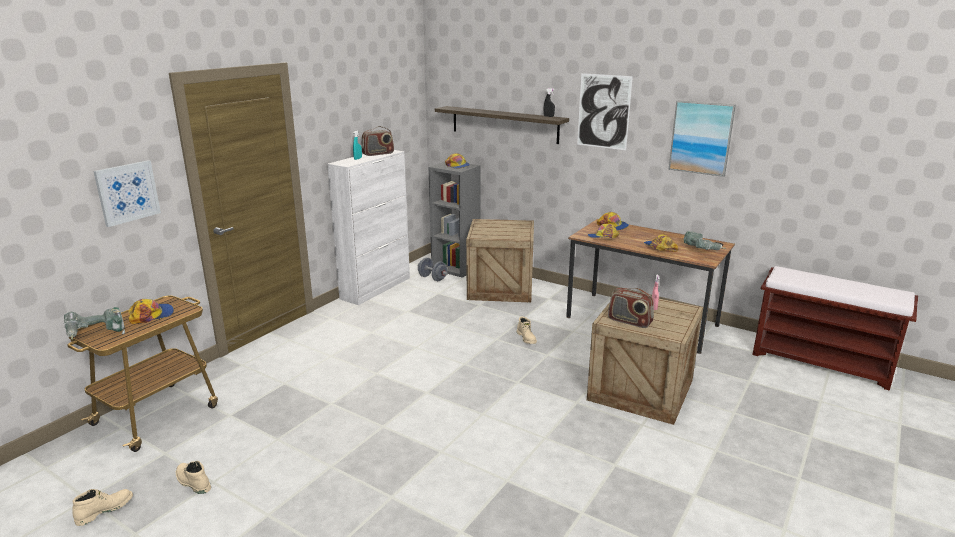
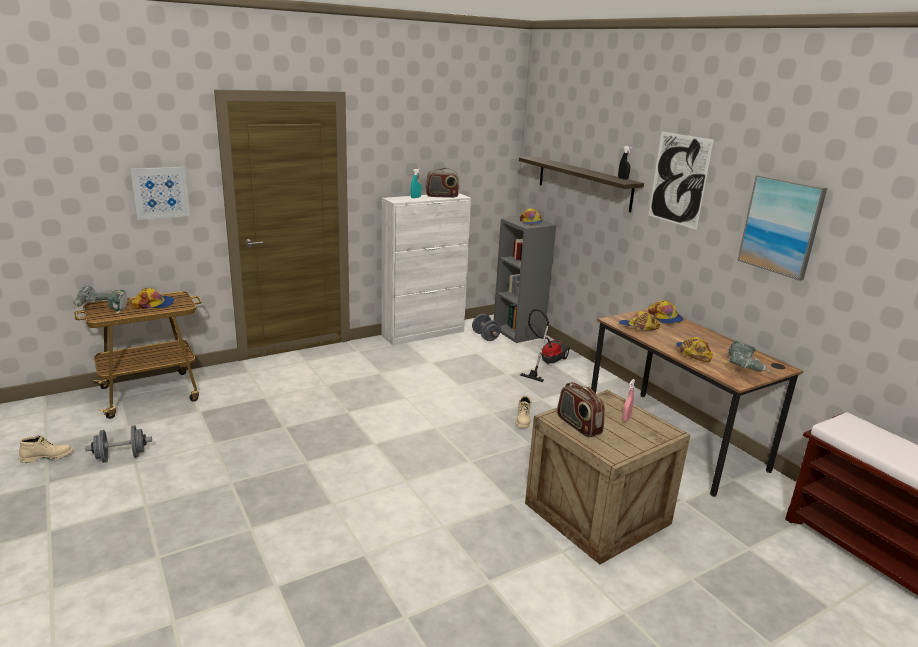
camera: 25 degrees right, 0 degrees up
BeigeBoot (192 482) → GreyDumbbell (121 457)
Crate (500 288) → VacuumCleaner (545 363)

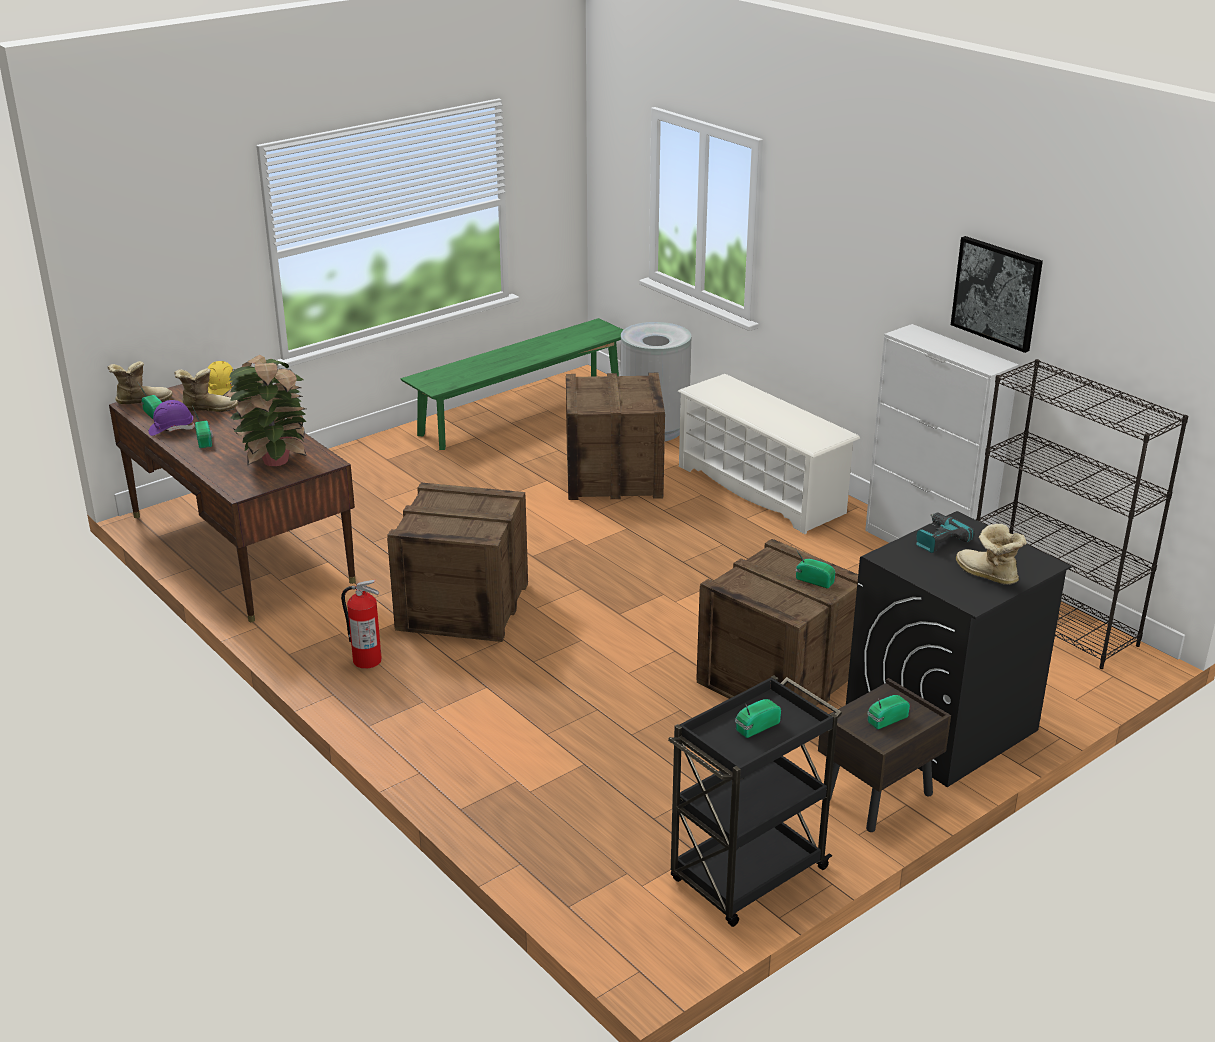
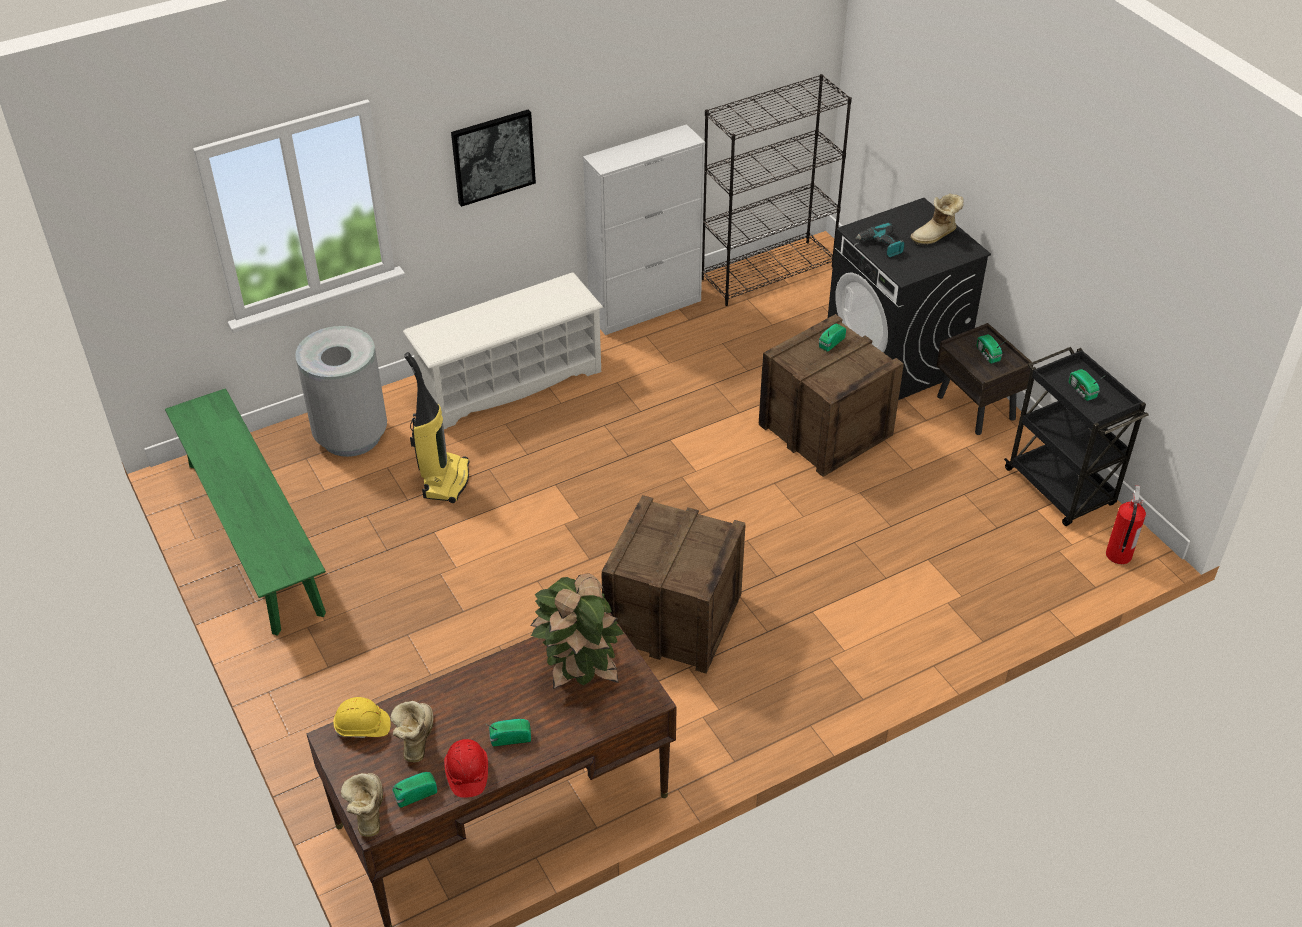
camera: 80 degrees left, 15 degrees up
PurpleHardHat (171 429) → RedHardHat (467 773)
FireExtinguisher (366 660) → FireExtinguisher (1118 555), move
Crate (614 476) → VacuumCleaner (445 480)
Picture (997 293) → Picture (493 156), move

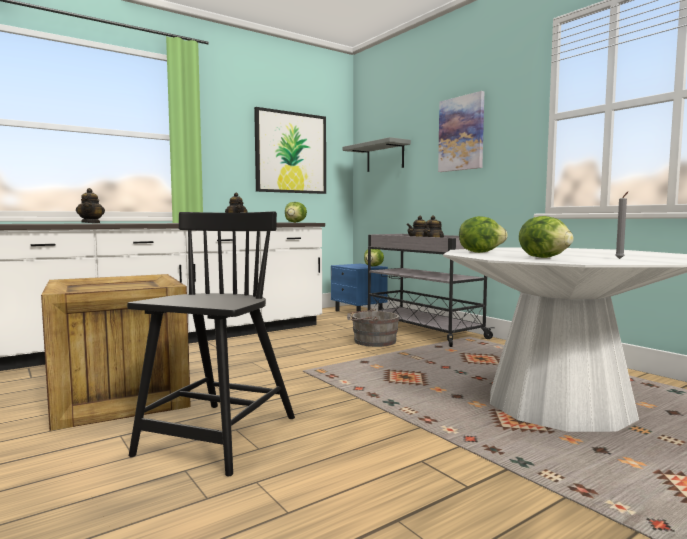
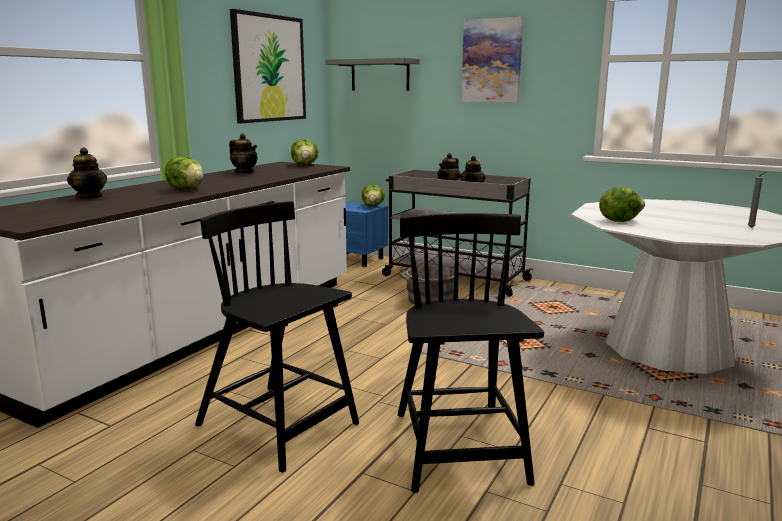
camera: 25 degrees left, 10 degrees up
Crate (121 396) → BlackChair (279 426)
Lettuce (545 257) → Lettuce (187 189), move

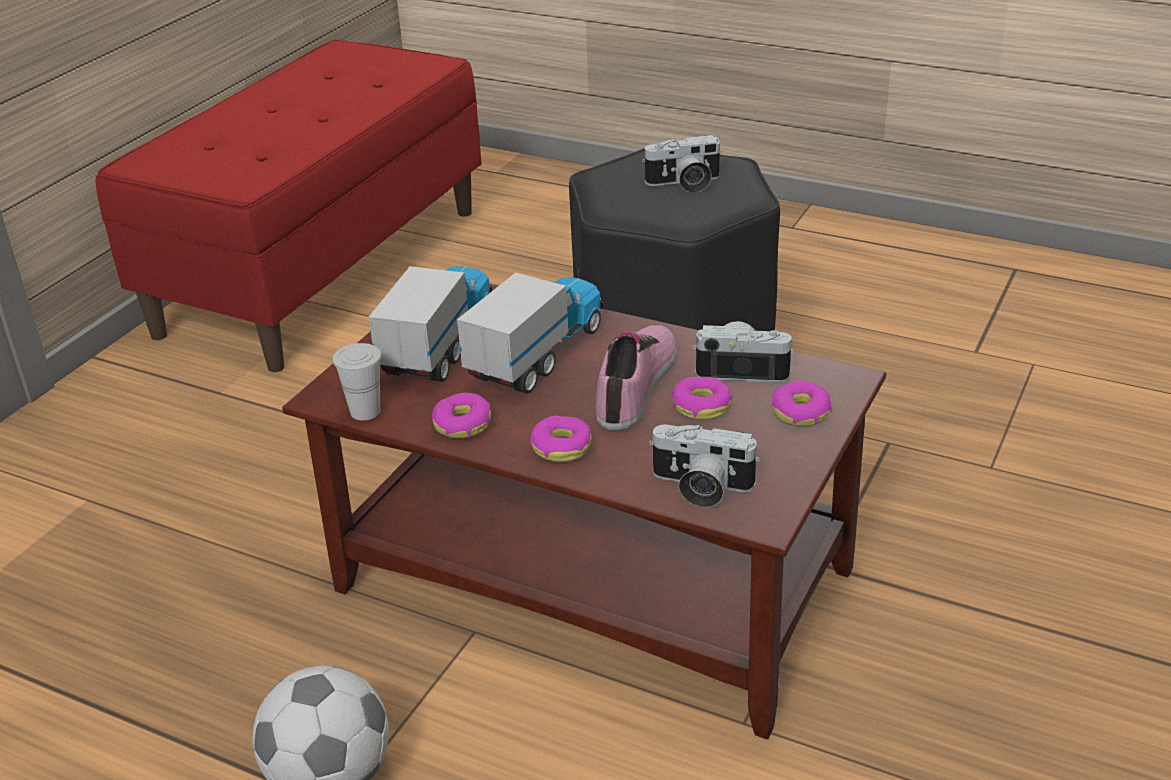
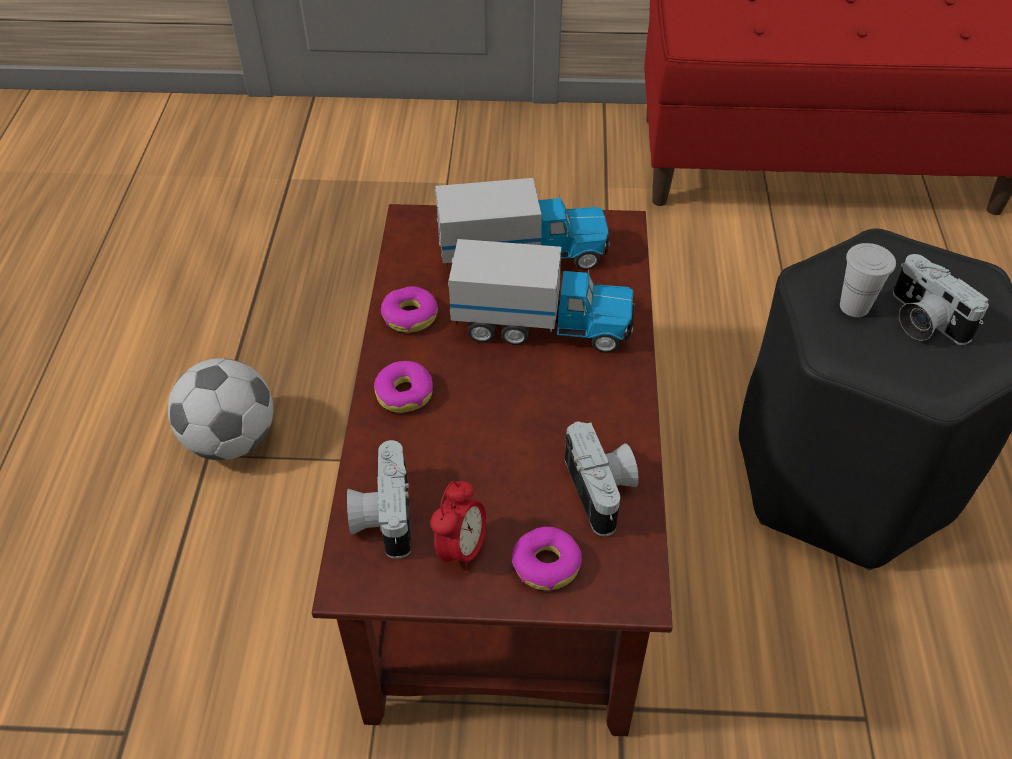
camera: 65 degrees right, 15 degrees up
WhiteCup (365 411) → WhiteCup (854 306), move
Shoe (637 385) → -
Donut (701 406) → -
- → AlarmClock (461 549)

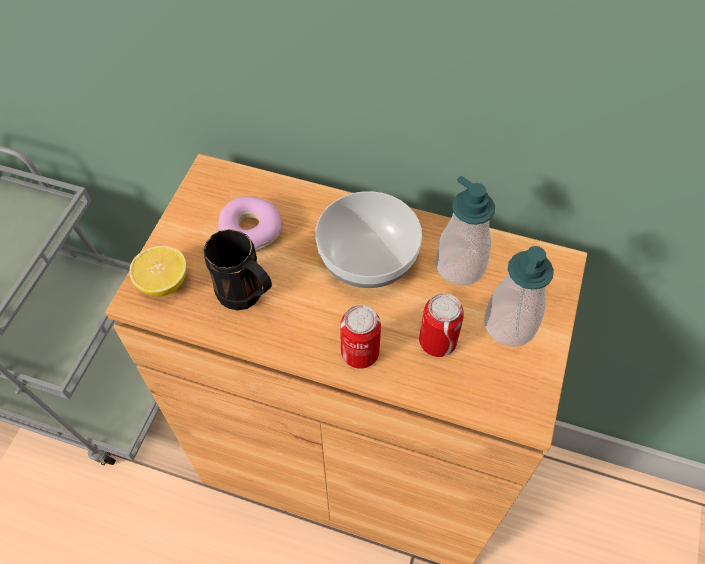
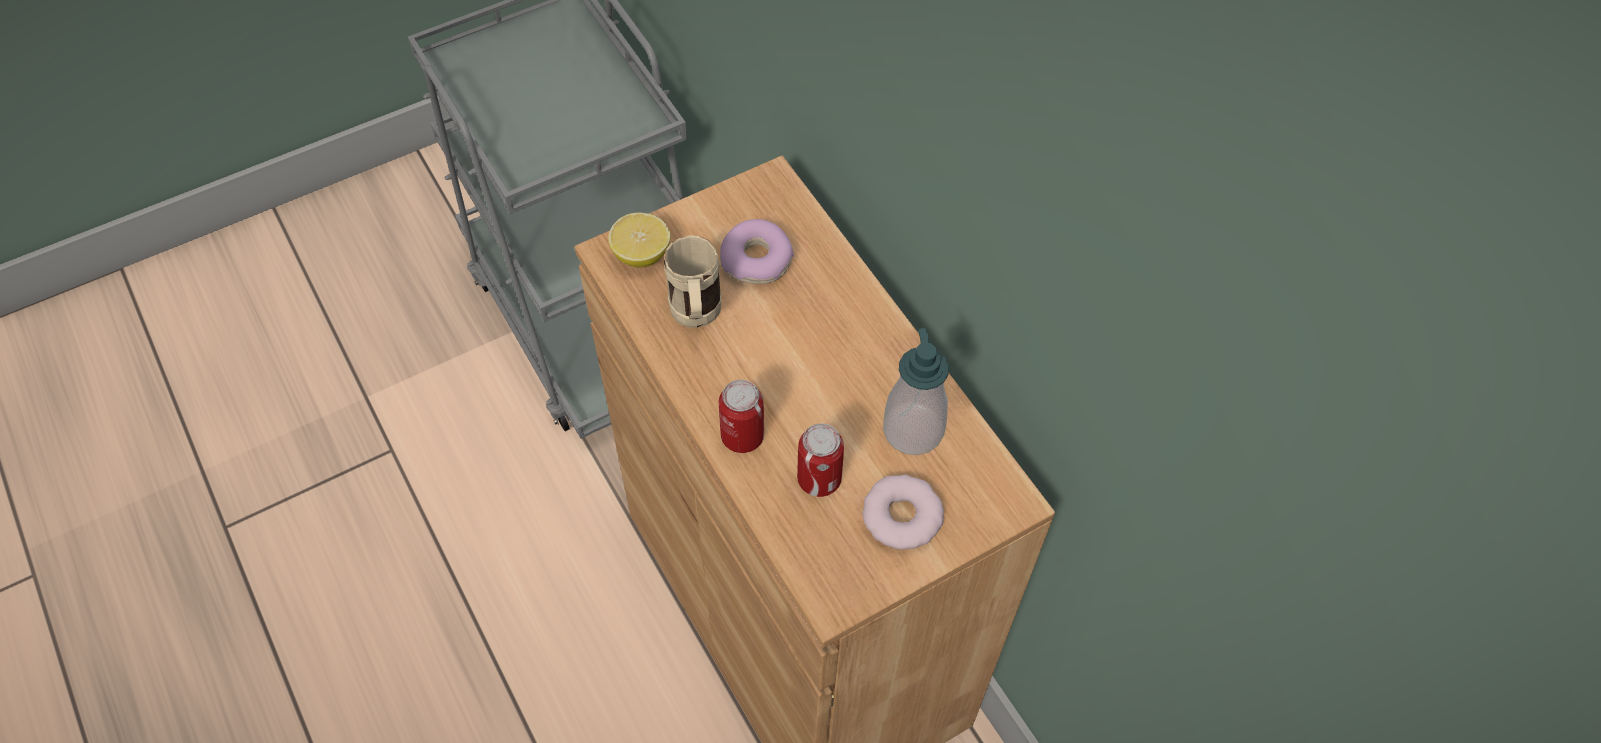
camera: 40 degrees right, 0 degrees up
BlackMug (247 298) → BeigeMug (696 318)
Bowl (369 261) → -
SoapDispenser (510 324) → Donut (901 516)

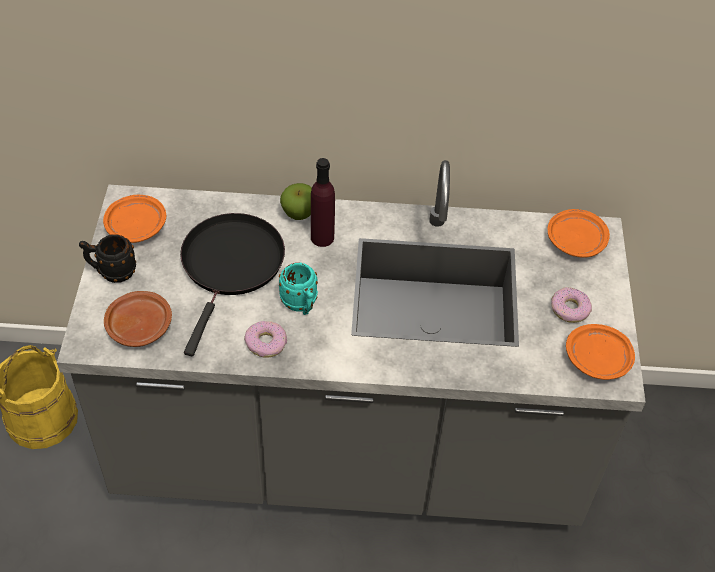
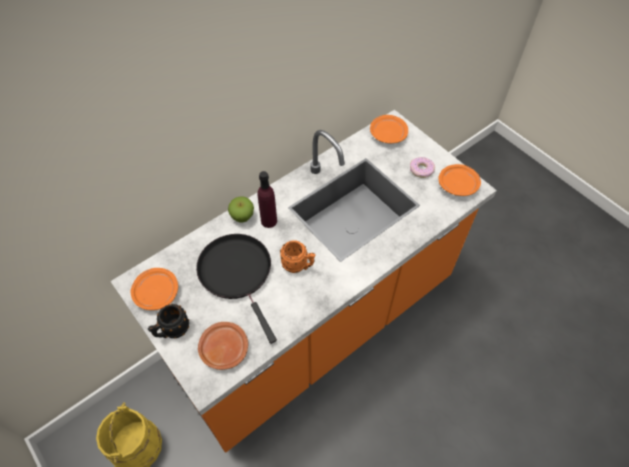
camera: 40 degrees left, 5 degrees up
GreyCounter (349 450) → OrangeCounter (314 324)
Donut (266 343) → -
TurquoiseMug (301 305) → OrangeMug (298 266)

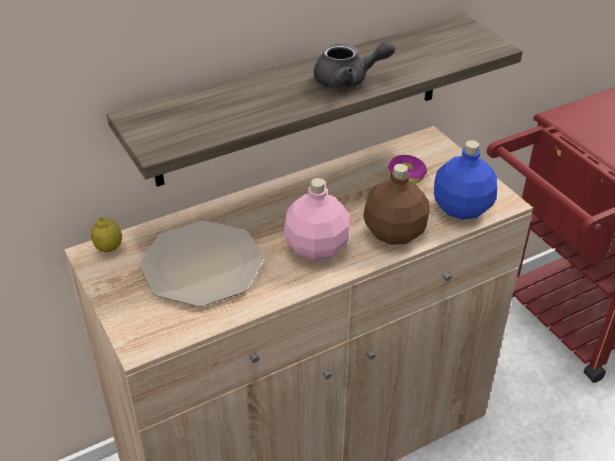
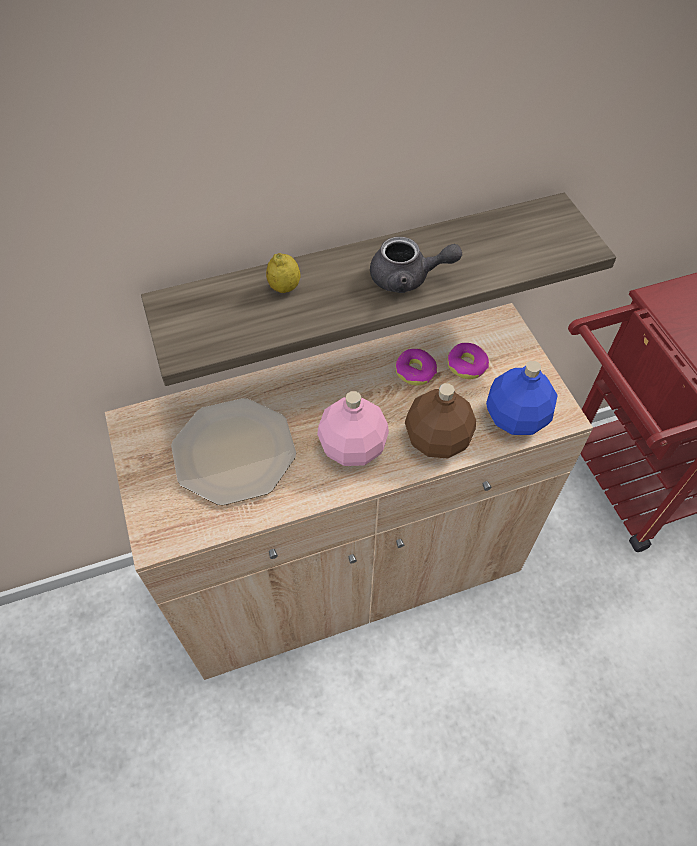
camera: 10 degrees right, 15 degrees up
Lemon (109 248) → Lemon (284 287), move
- → Donut (415 371)

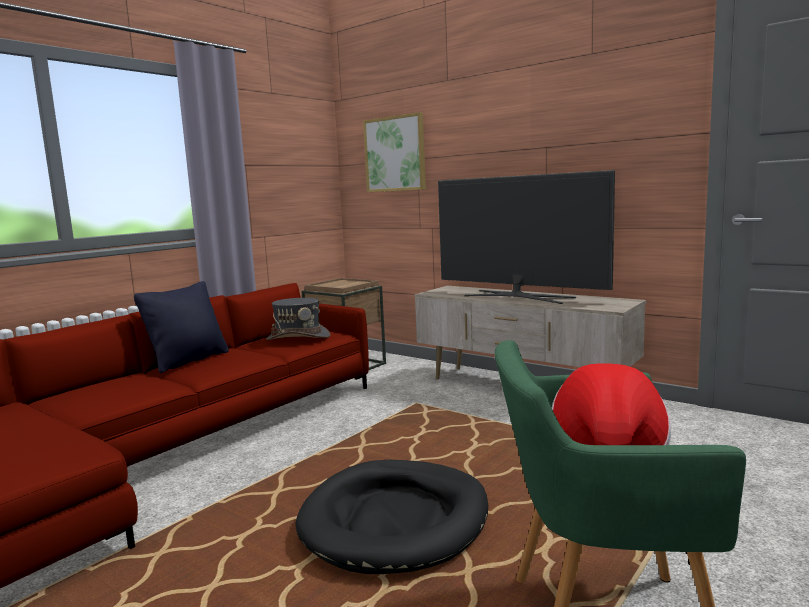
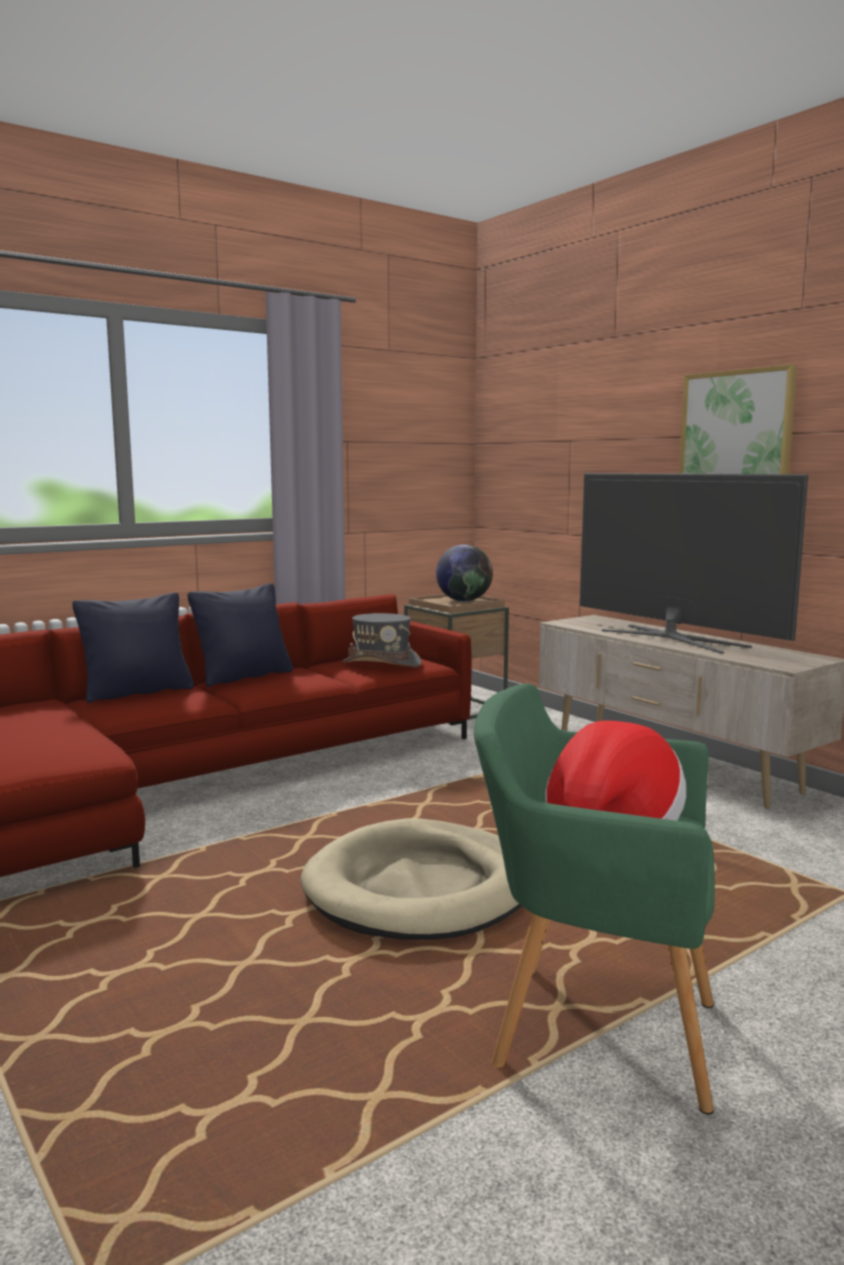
camera: 15 degrees right, 0 degrees up
BlackDogBed (396 520) → BeigeDogBed (422 888)
Picture (395 154) → Picture (736 432), move
- → BlackPillow (137 692)
- → Globe (463 601)

